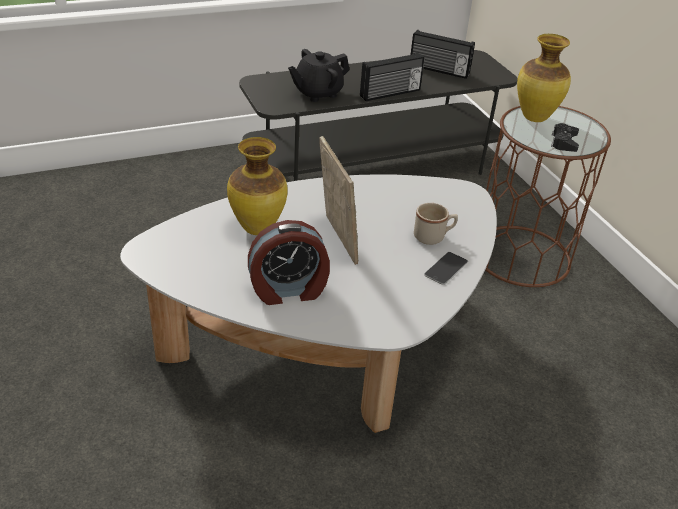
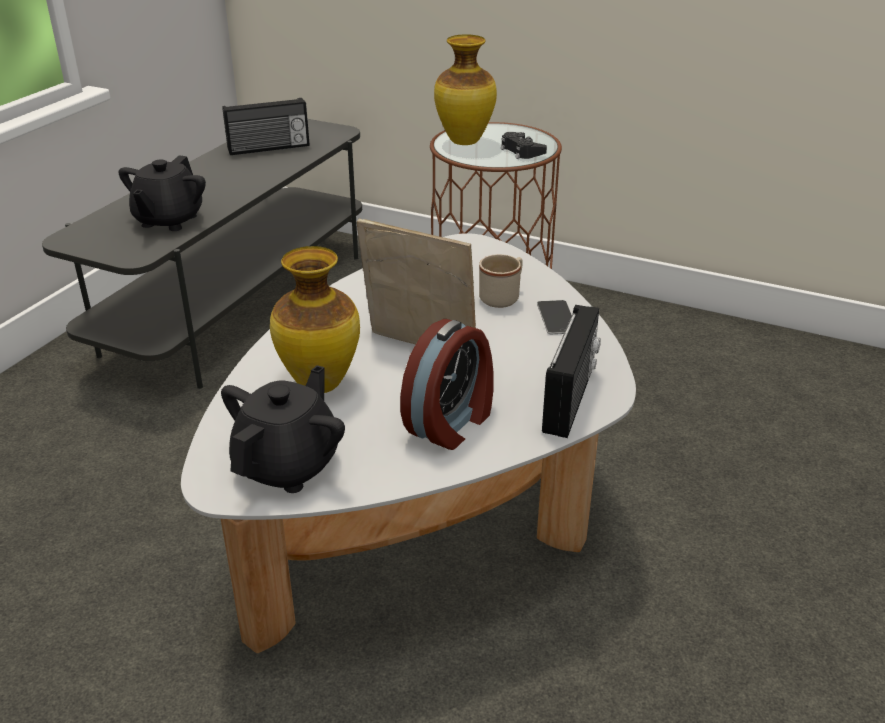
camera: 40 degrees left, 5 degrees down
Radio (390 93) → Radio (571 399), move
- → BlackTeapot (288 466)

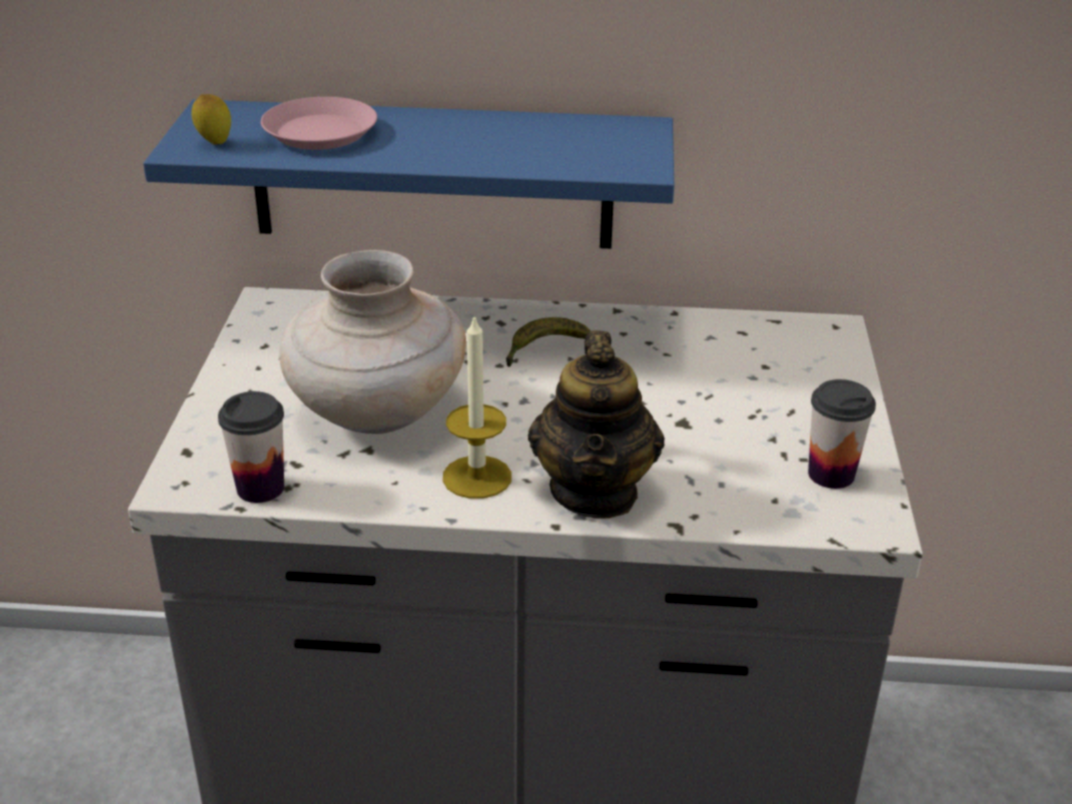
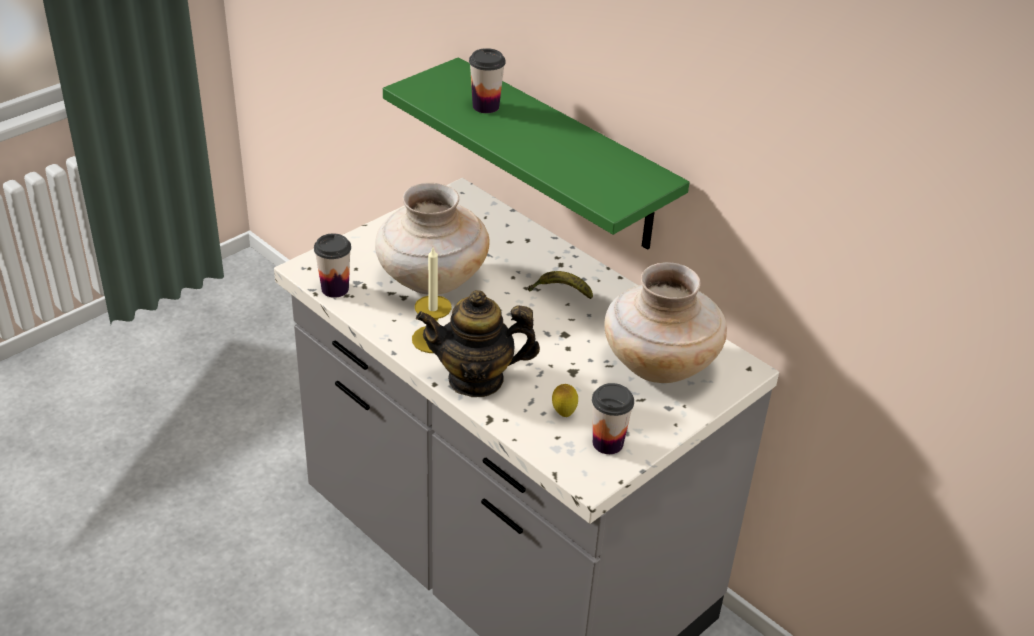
camera: 40 degrees right, 5 degrees up
BlueShelf (432 175) → GreenShelf (563 156)
Lemon (214 143) → Lemon (563 413), move
PinkPlate (320 133) → Cup (485 106)
Teapot (595 492) → Teapot (476 379), 45 degrees clockwise
- → BeigeVase (659 366)

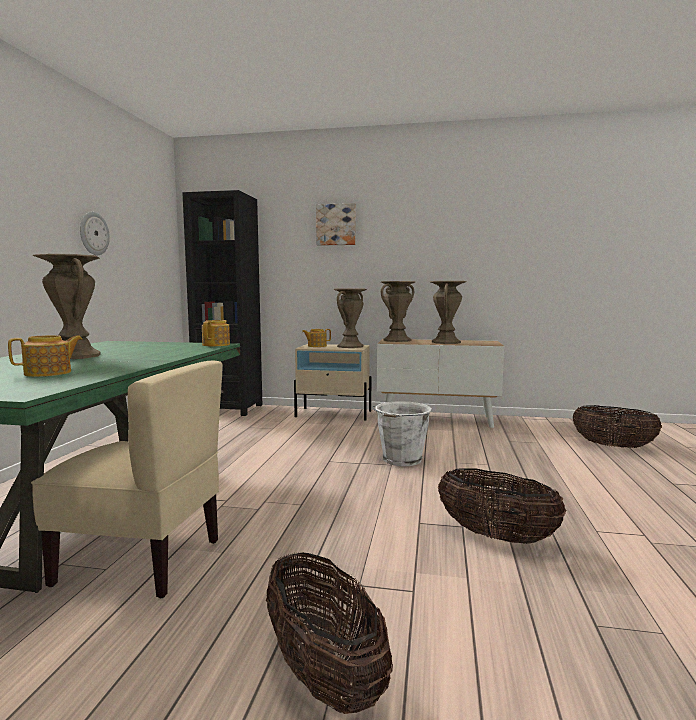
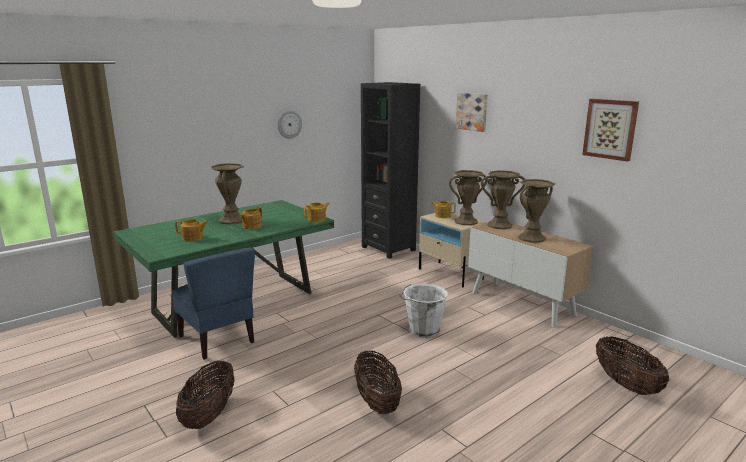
camera: 40 degrees right, 10 degrees up
BeigeChair (142 560) → BlueChair (218 339)
- → Teapot (251 226)
- → Picture (610 129)

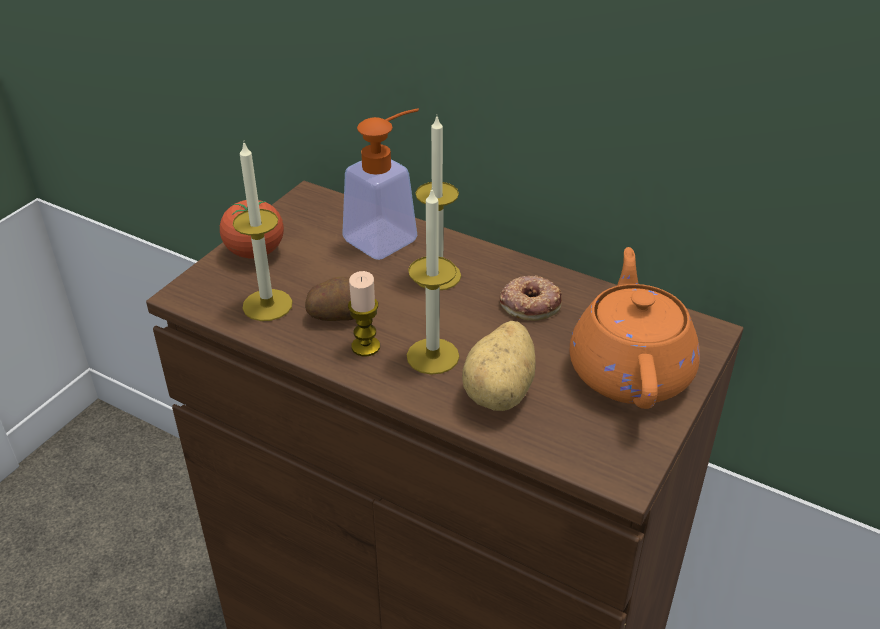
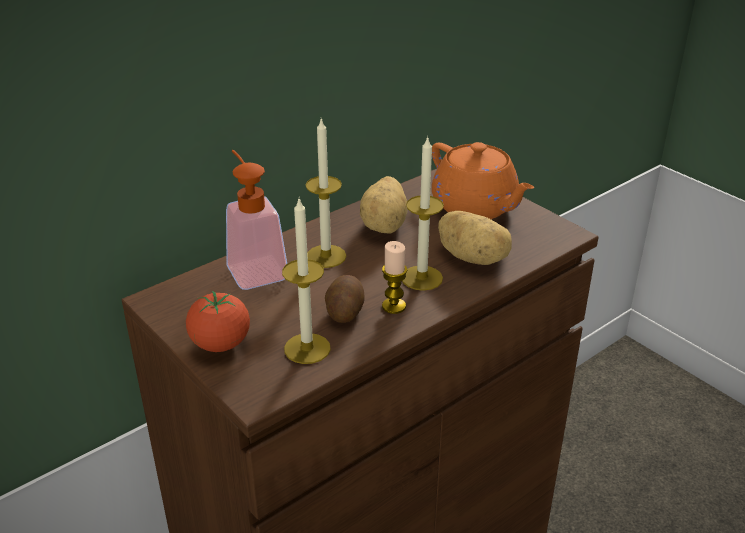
camera: 70 degrees left, 5 degrees down
Donut (530 303) → Potato (385 225)
OrangeTeapot (630 370) → OrangeTeapot (476 207), 150 degrees counterclockwise

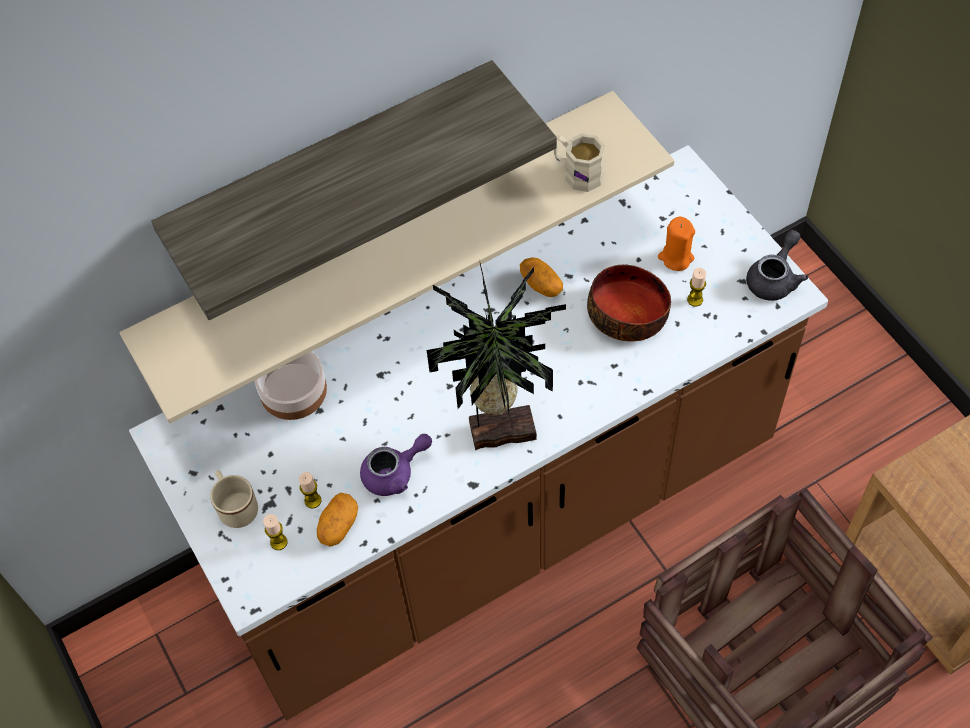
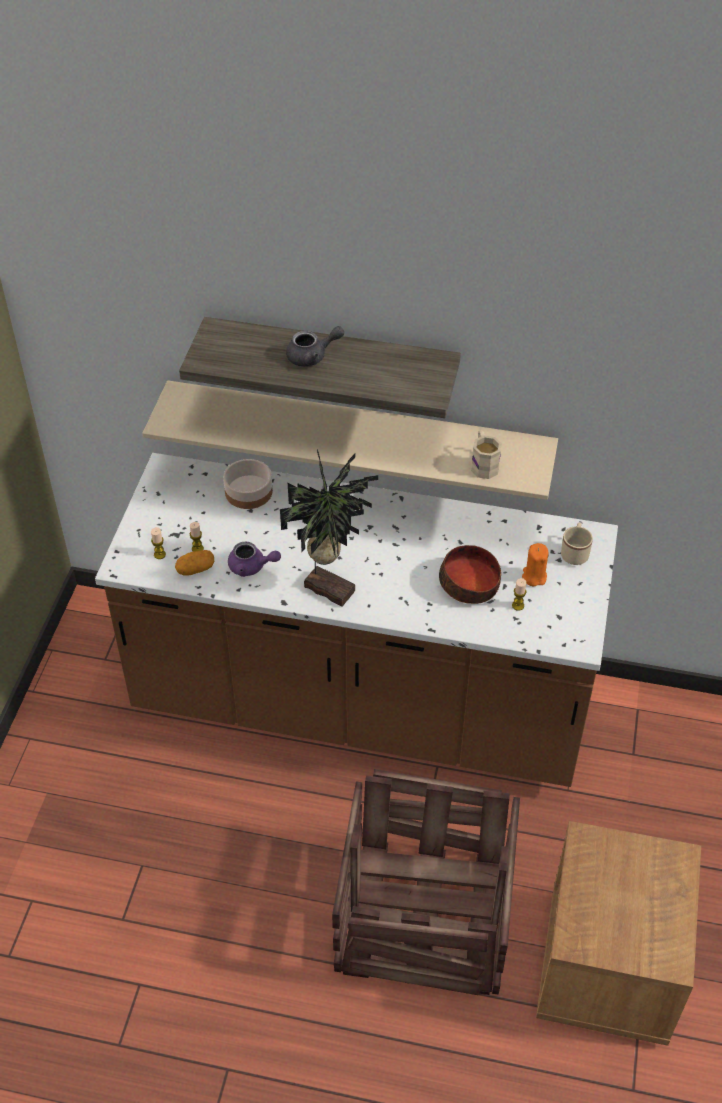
camera: 40 degrees right, 10 degrees down
BeigeMug (236 506) → BeigeMug (575 552), move
Potato (541 285) → -
GreyTeapot (774 278) → GreyTeapot (312 356), move

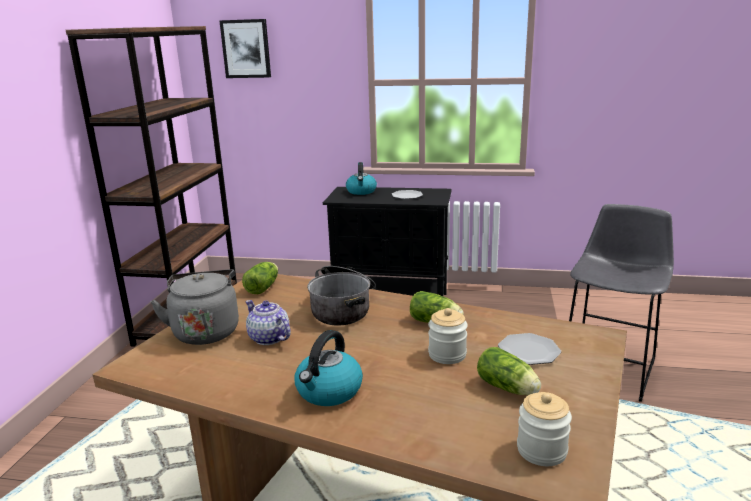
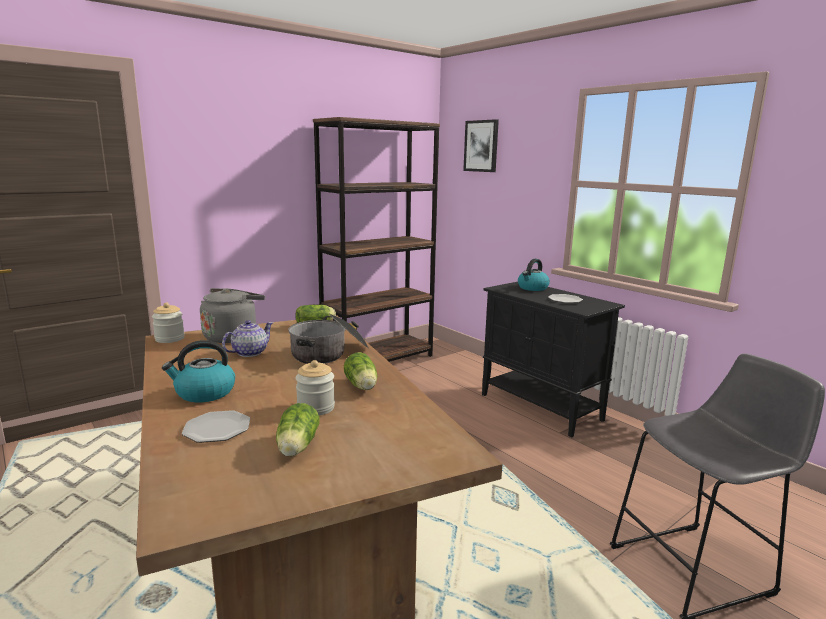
camera: 40 degrees right, 5 degrees down
Teapot (269 338) → Teapot (249 352), 45 degrees clockwise
Plate (528 351) → Plate (216 429), move
Jar (541 450) → Jar (170 339), move

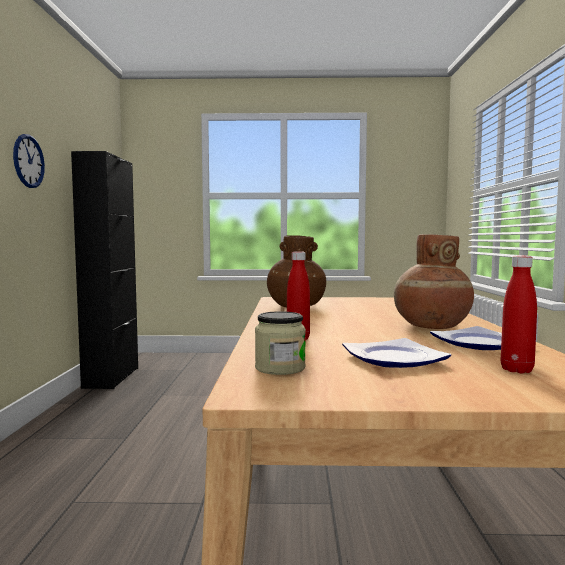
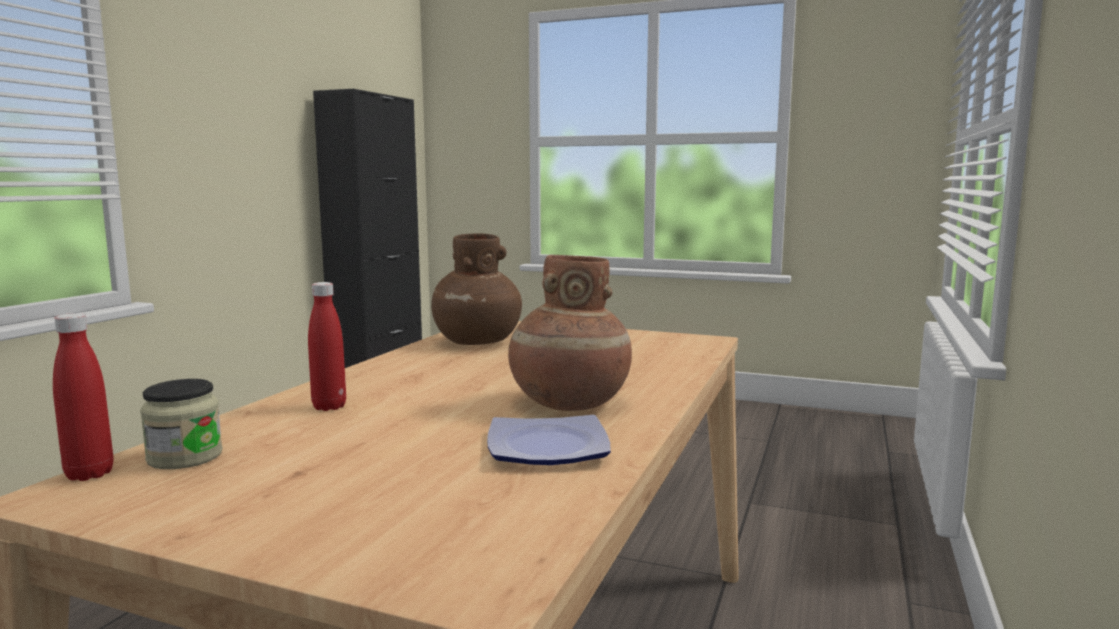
camera: 20 degrees right, 5 degrees up
WallClock (28 161) → -
Plate (394 358) → -
RedBottle (516 370) → RedBottle (89 474), move

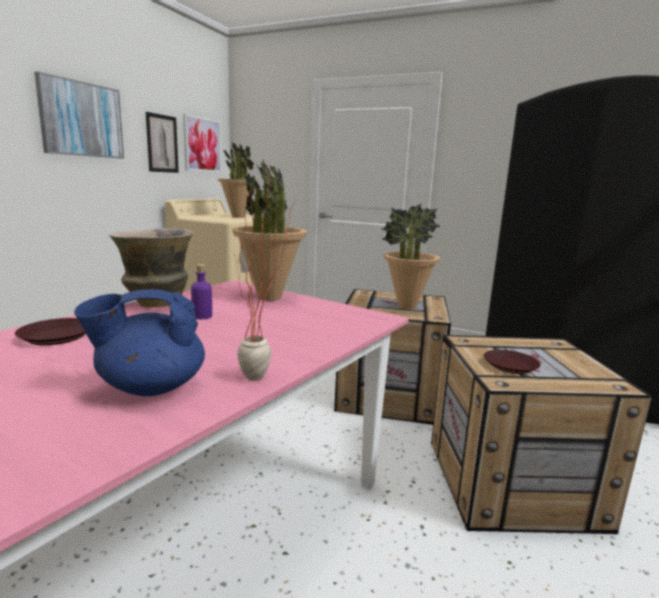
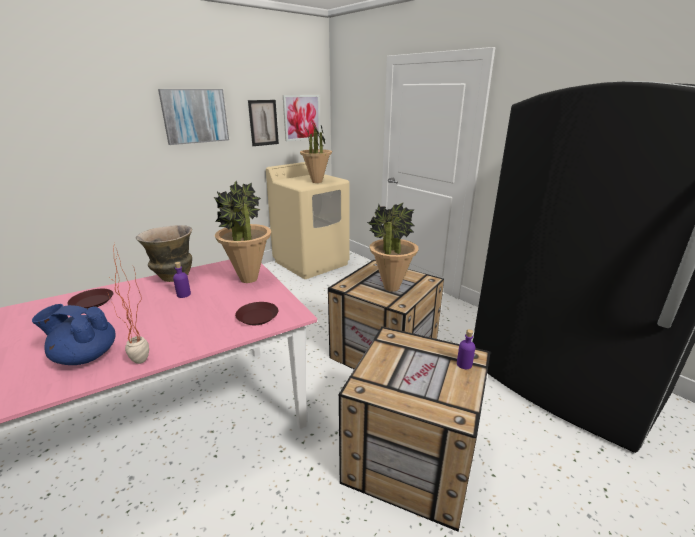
camera: 25 degrees right, 10 degrees up
BrownPlate (510 366) → BrownPlate (257 317), move
- → PurpleBottle (464 364)

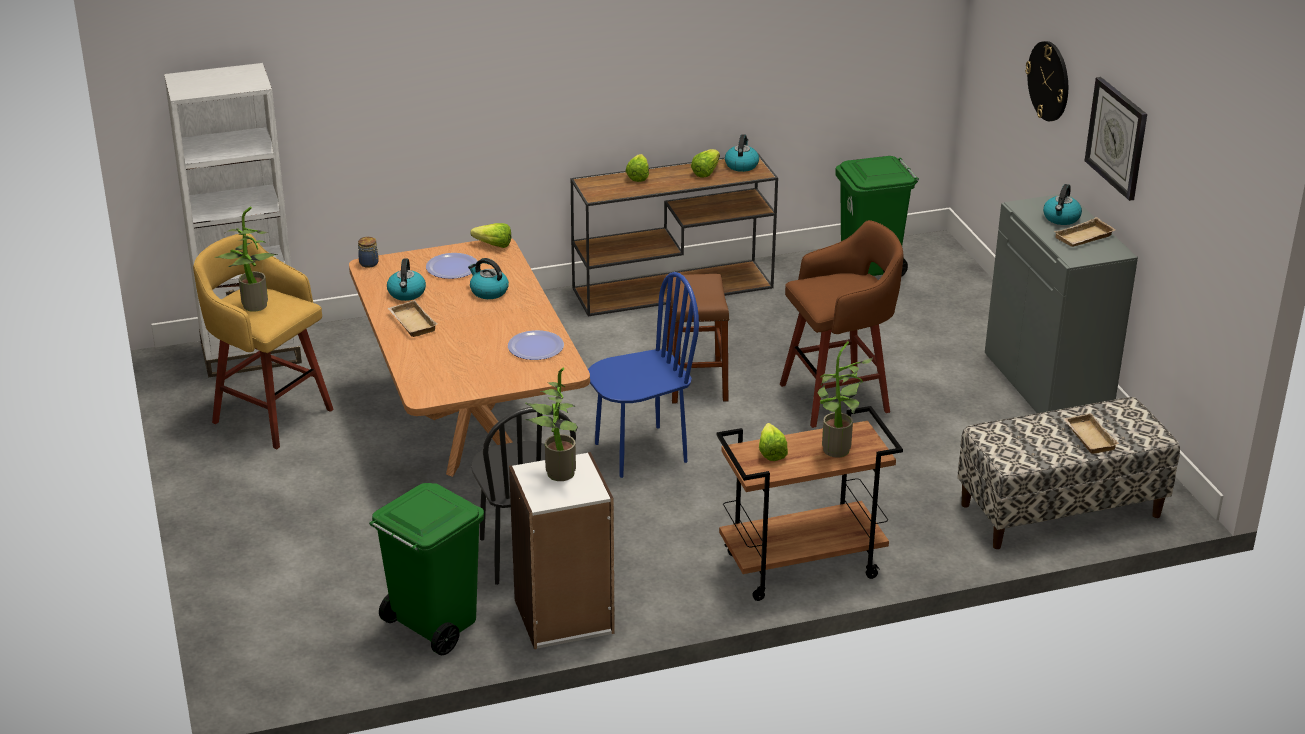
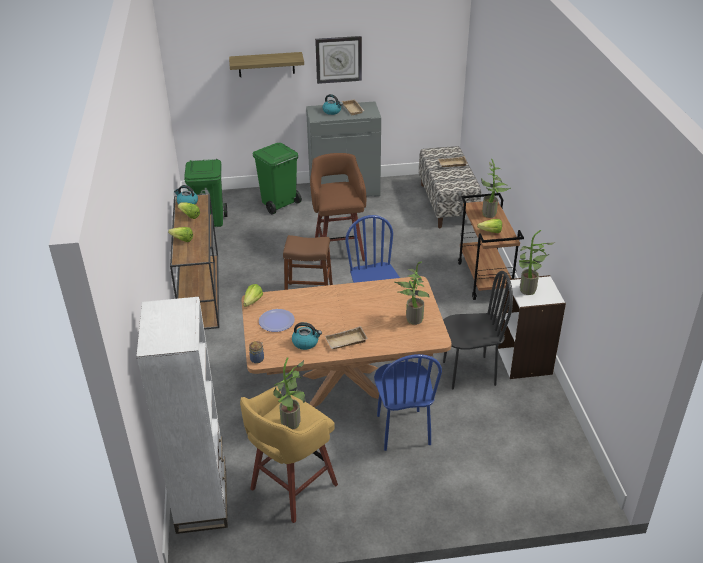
camera: 80 degrees left, 5 degrees up
GreenTrashCan (433 625) → GreenTrashCan (279 204), move
Kettle (488 291) → -
Plate (536 347) → -
WallClock (1049 81) → Shelf (266 64)
- → BlueChair (402 430)
- → PottedPlant (412 320)

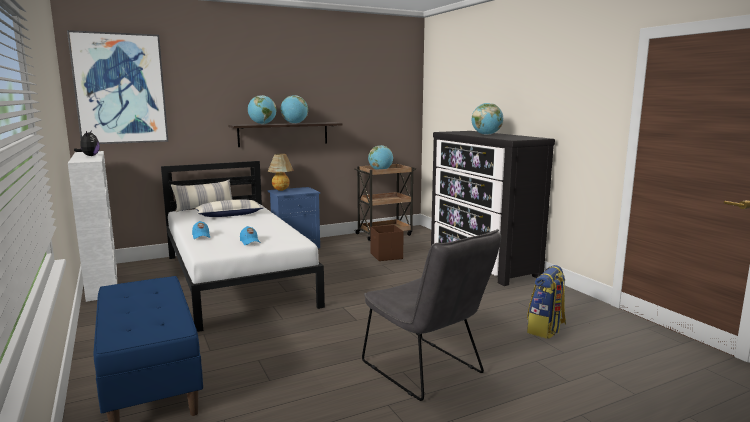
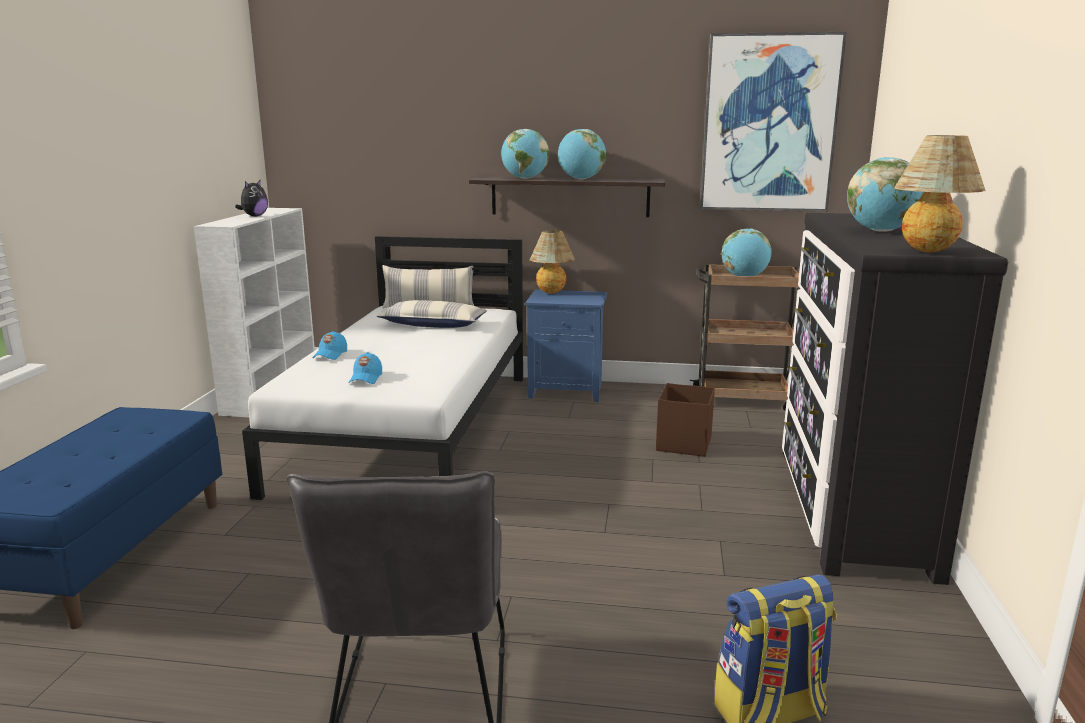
camera: 35 degrees right, 5 degrees up
Picture (120 89) → Picture (768 124), move
- → TableLamp (930 252)

